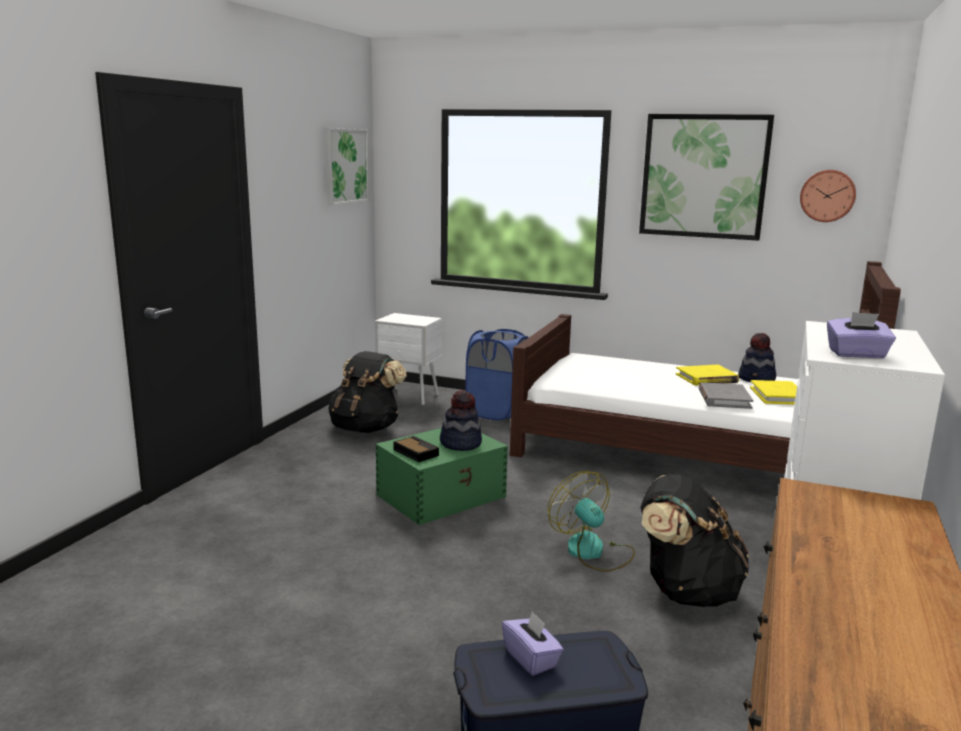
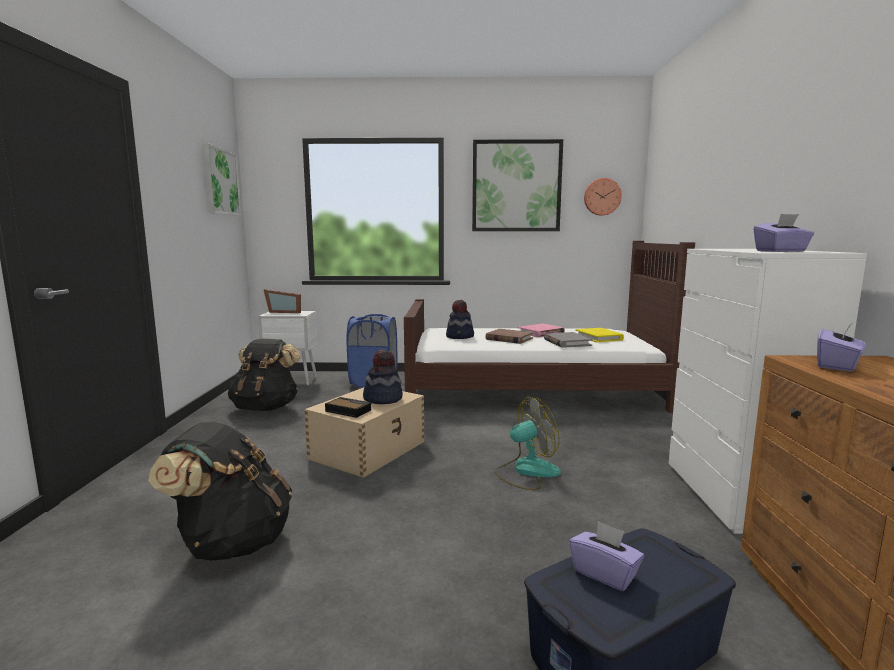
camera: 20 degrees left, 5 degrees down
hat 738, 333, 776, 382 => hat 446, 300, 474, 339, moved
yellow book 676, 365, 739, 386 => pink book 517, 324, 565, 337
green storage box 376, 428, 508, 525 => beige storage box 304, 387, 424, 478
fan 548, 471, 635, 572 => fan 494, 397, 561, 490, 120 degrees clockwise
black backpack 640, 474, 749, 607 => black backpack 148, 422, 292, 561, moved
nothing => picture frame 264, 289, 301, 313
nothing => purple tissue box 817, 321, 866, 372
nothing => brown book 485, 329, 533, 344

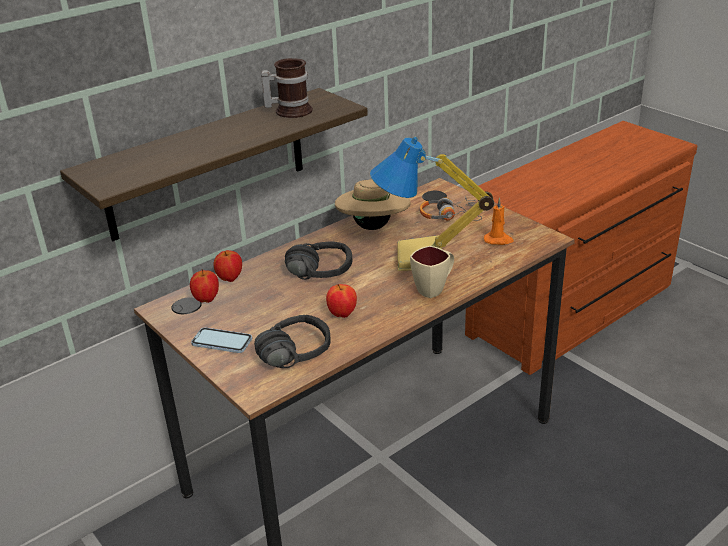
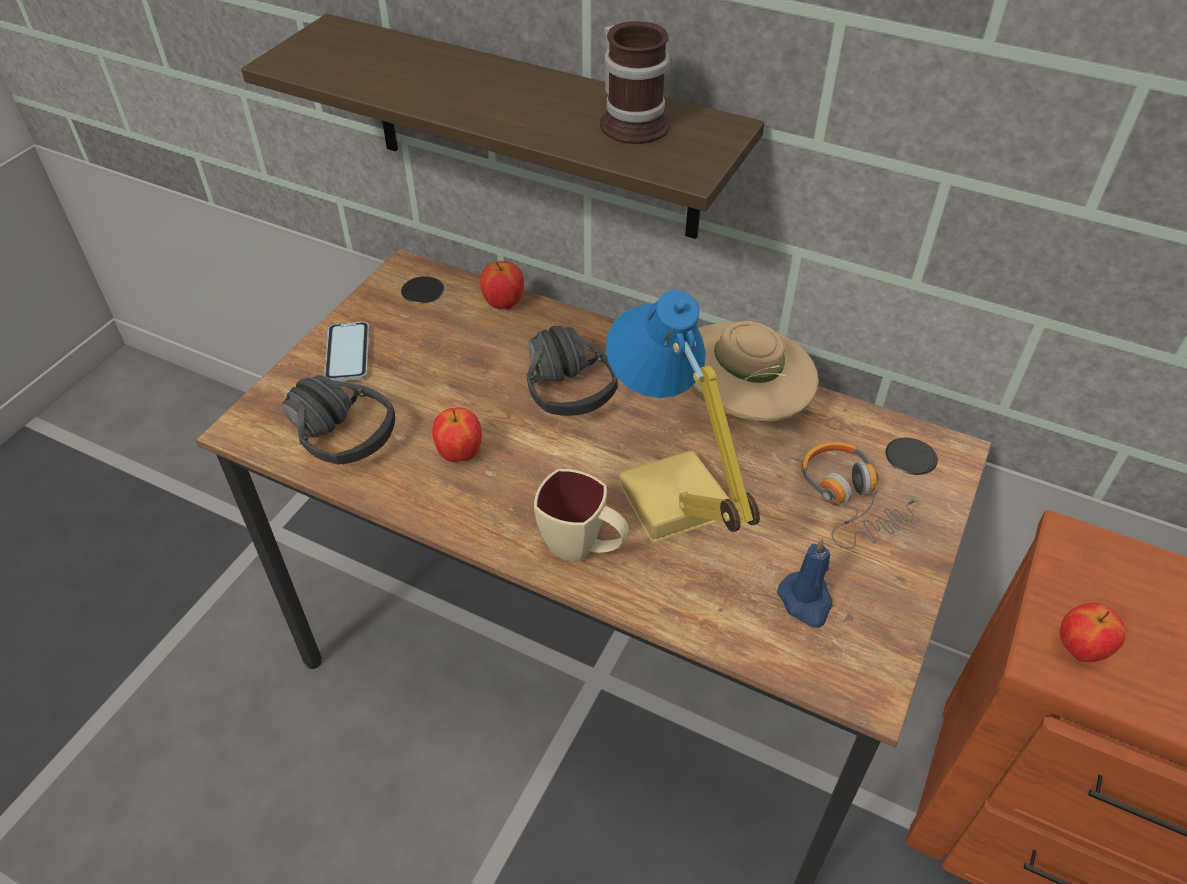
camera: 65 degrees right, 15 degrees up
orange candle 484, 198, 514, 245 => blue candle 777, 538, 833, 628
apple 190, 269, 219, 303 => apple 1060, 603, 1126, 662, moved

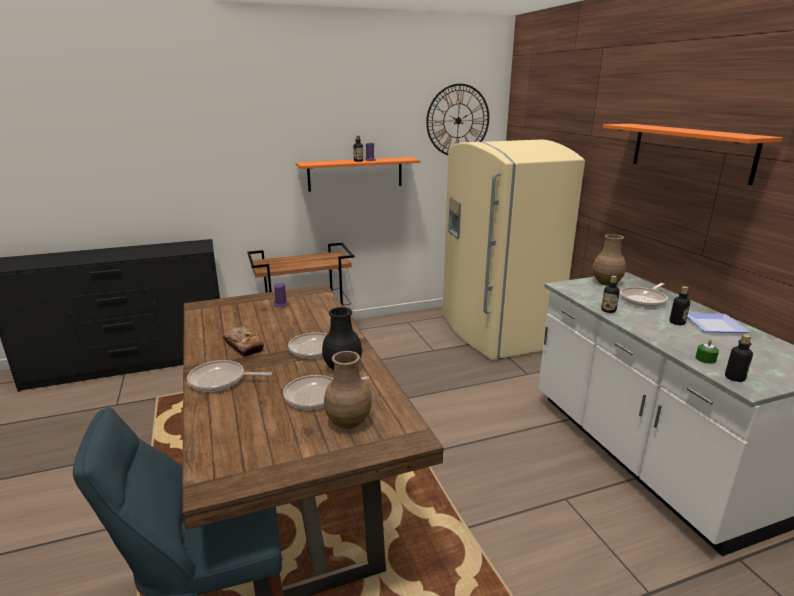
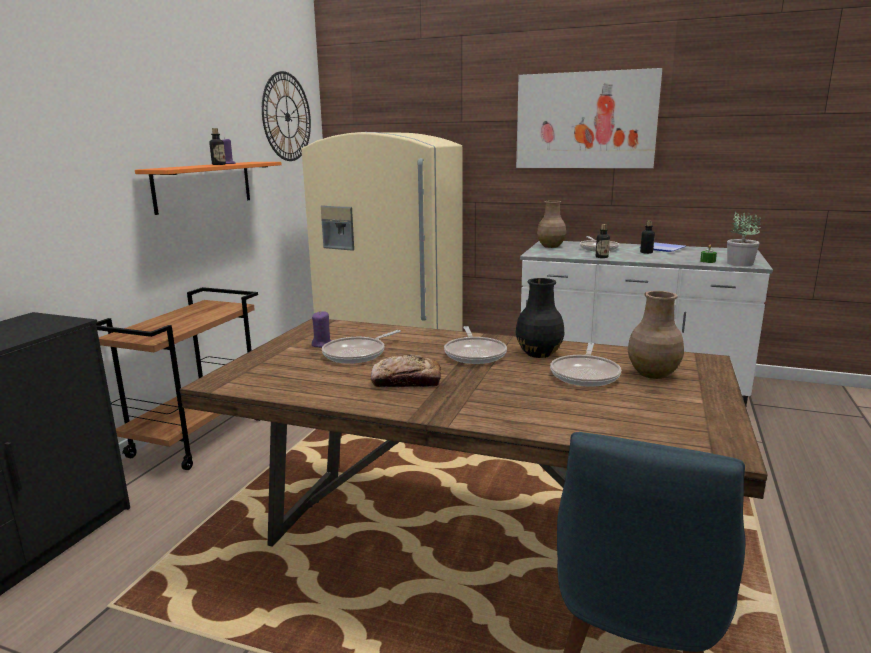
camera: 50 degrees left, 5 degrees down
orange shelf 603, 124, 783, 185 => picture 516, 68, 662, 168
bottle 725, 334, 753, 382 => potted plant 727, 211, 761, 266
frying pan 187, 360, 272, 392 => frying pan 322, 330, 401, 364, moved

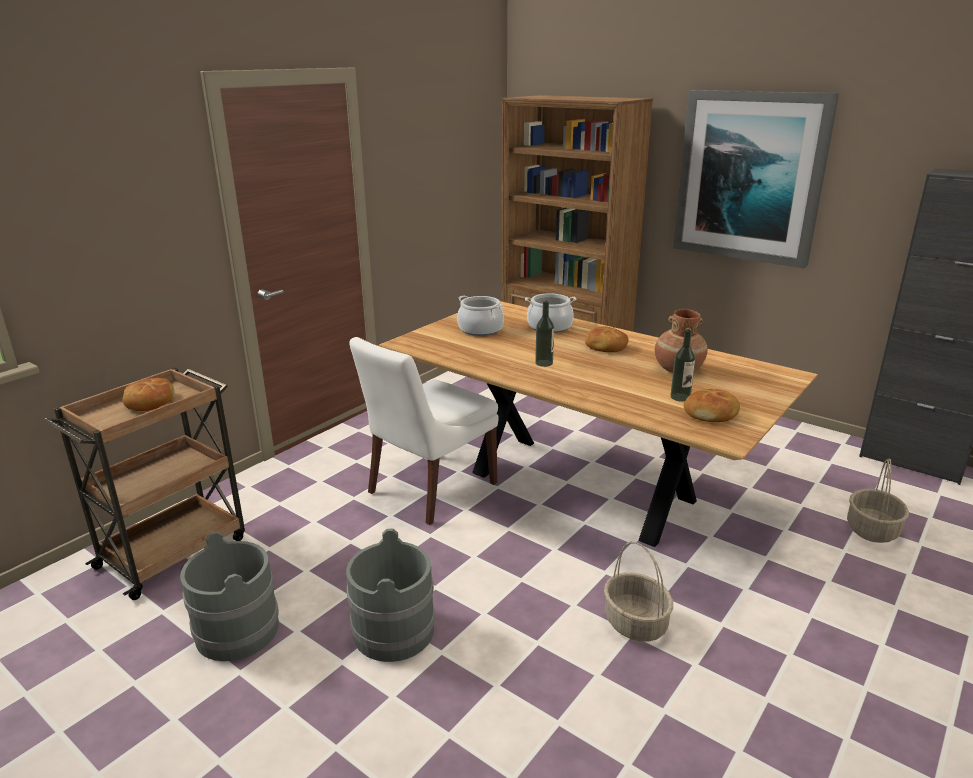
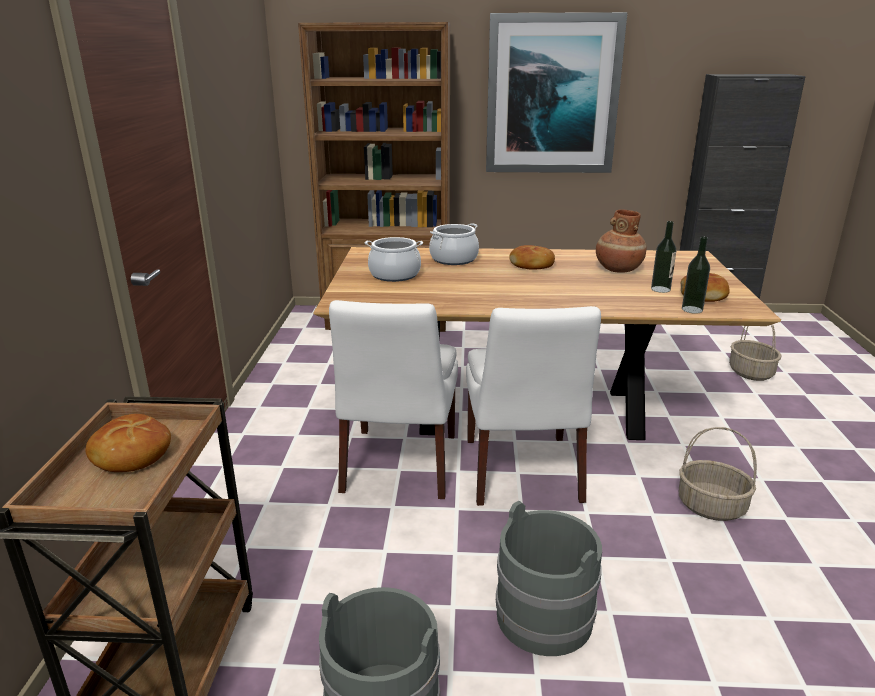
camera: 35 degrees left, 0 degrees up
bottle 535, 301, 554, 367 => bottle 682, 236, 710, 314, moved
nothing => white chair 466, 306, 601, 506

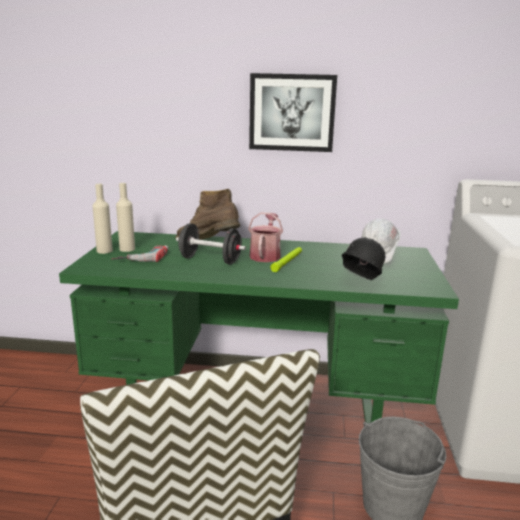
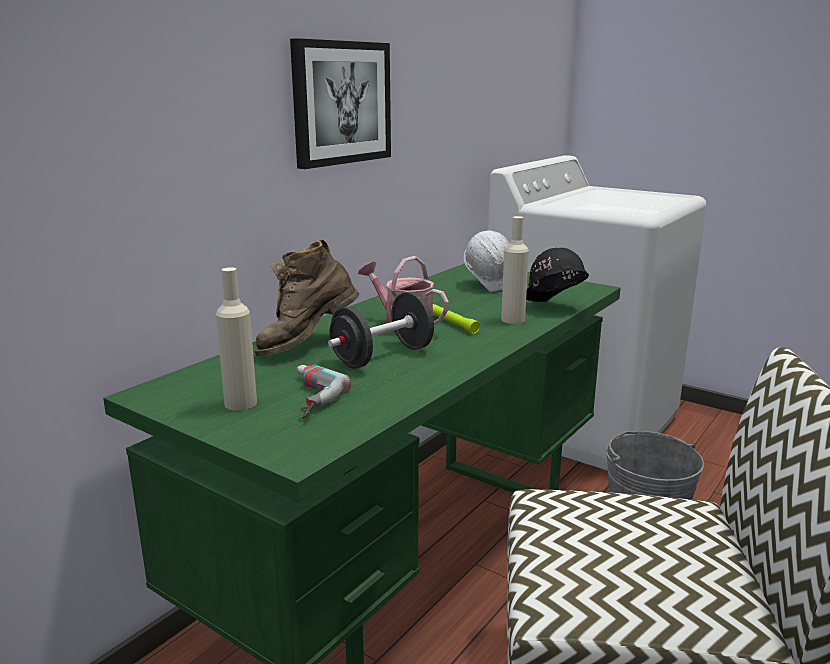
camera: 60 degrees left, 0 degrees up
beige bottle 92, 184, 113, 254 => beige bottle 501, 216, 529, 324, moved

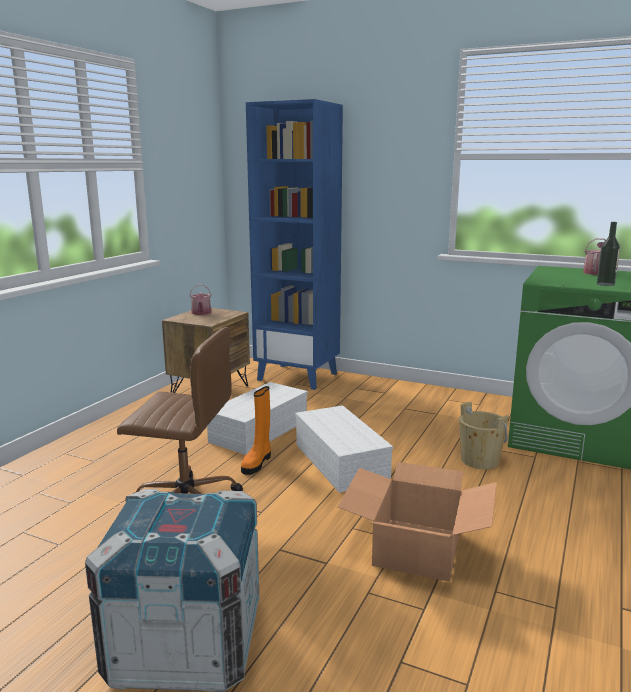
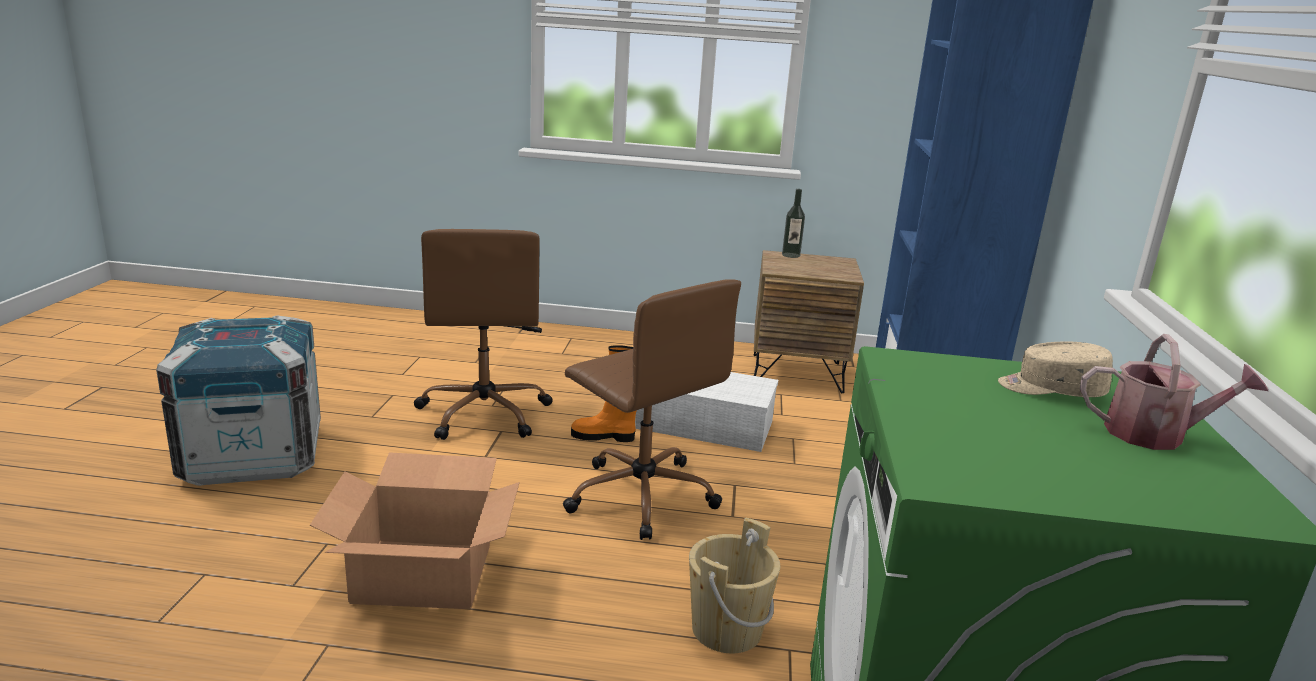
camera: 70 degrees right, 5 degrees up
bottle 597, 222, 620, 286 => bottle 782, 189, 805, 258, moved
watering can 190, 285, 211, 315 => nothing
white storage box 295, 405, 393, 493 => brown office chair 563, 279, 741, 540
nothing => beige cap 998, 341, 1113, 397

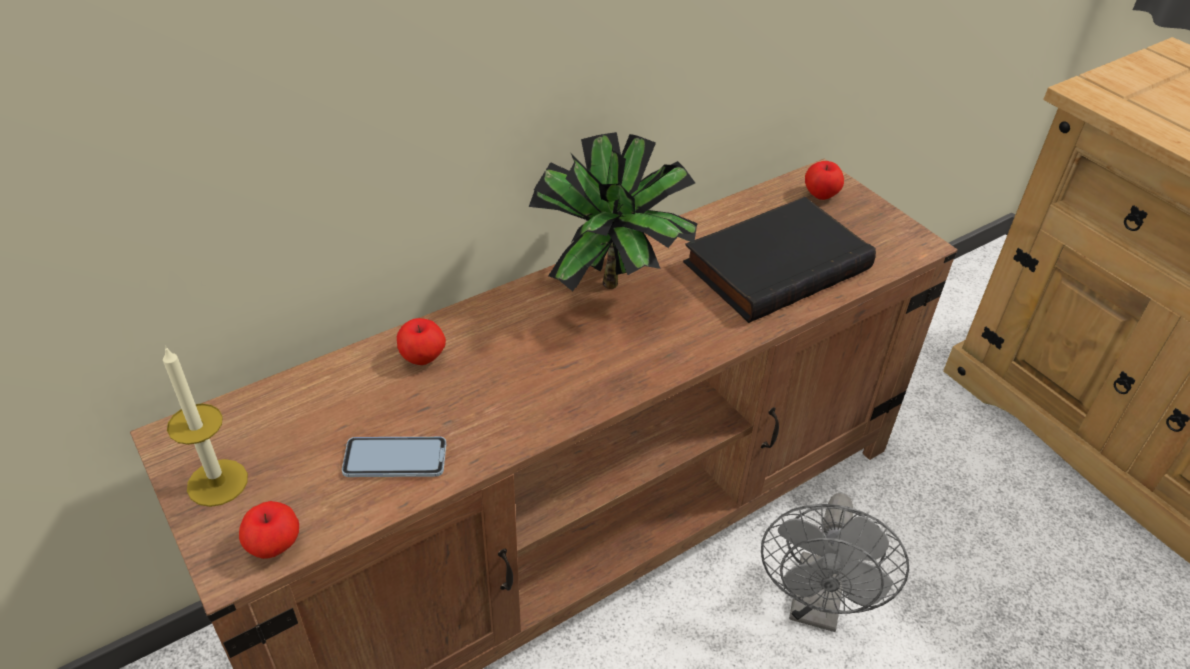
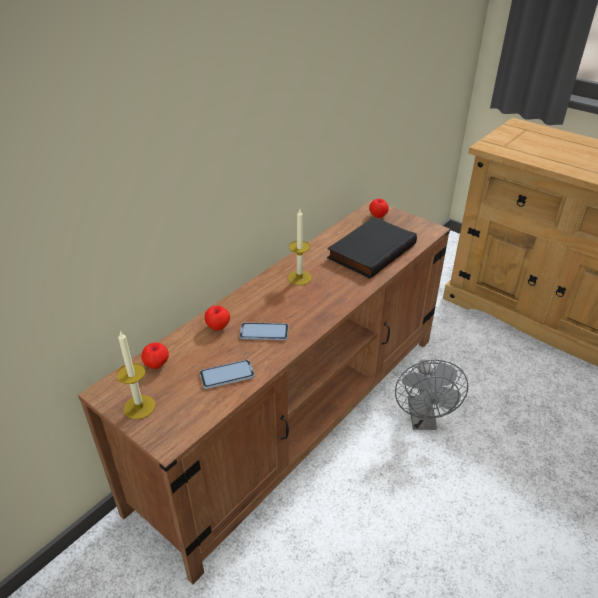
camera: 15 degrees left, 5 degrees down
potted plant 529, 132, 698, 292 => candle 288, 209, 312, 285
apple 239, 501, 299, 559 => apple 141, 342, 169, 369, moved
nothing => phone 239, 322, 289, 340

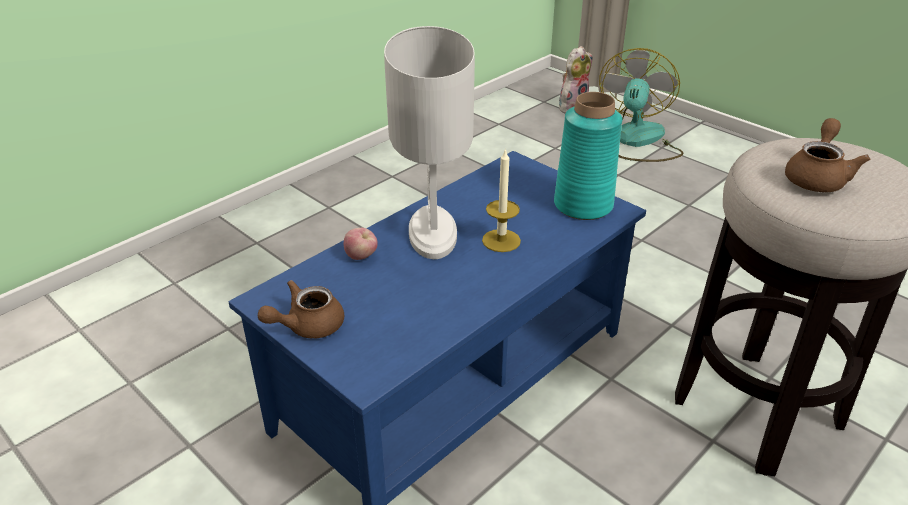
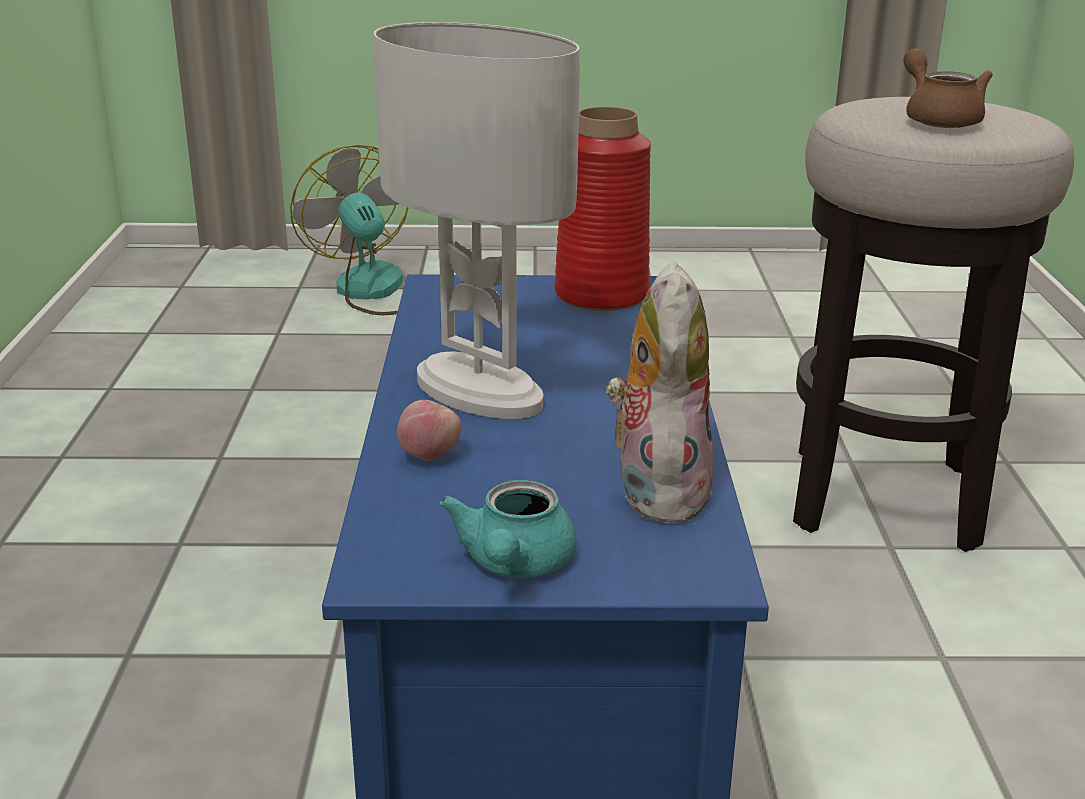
camera: 45 degrees left, 10 degrees down
plush toy 559, 46, 593, 113 => plush toy 606, 261, 713, 524, moved
turquoise vase 554, 92, 622, 220 => red vase 555, 107, 651, 311
candle 482, 148, 521, 252 => nothing
brown teapot 258, 280, 344, 339 => turquoise teapot 440, 480, 577, 577

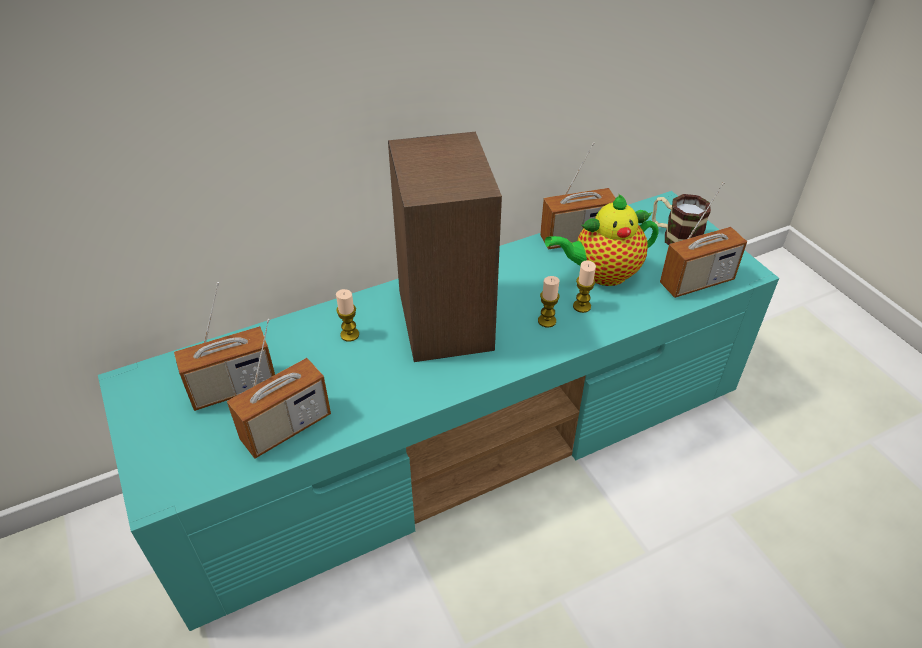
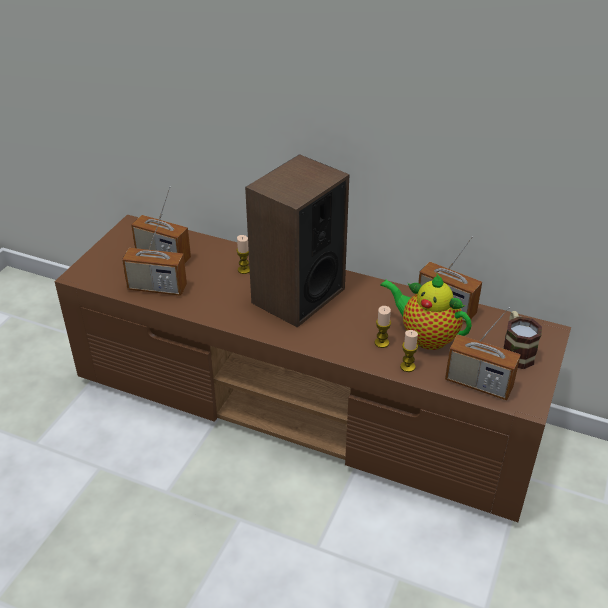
camera: 50 degrees right, 5 degrees down
turquoise tv stand 98, 191, 779, 631 => brown tv stand 54, 215, 571, 522
candle 538, 276, 560, 328 => candle 400, 330, 418, 372, moved

